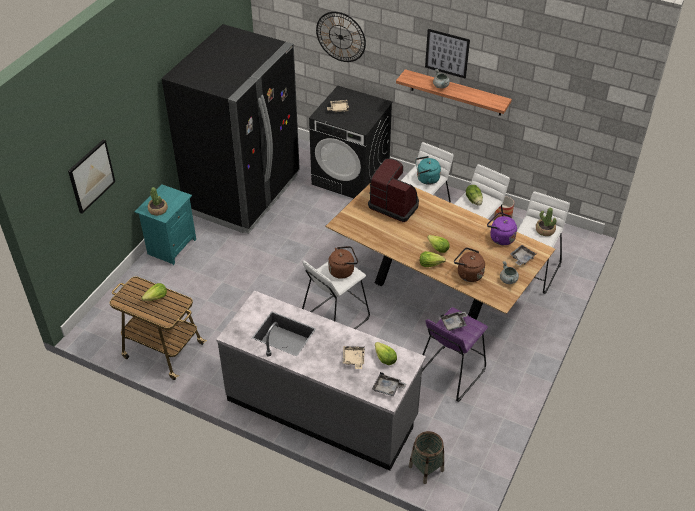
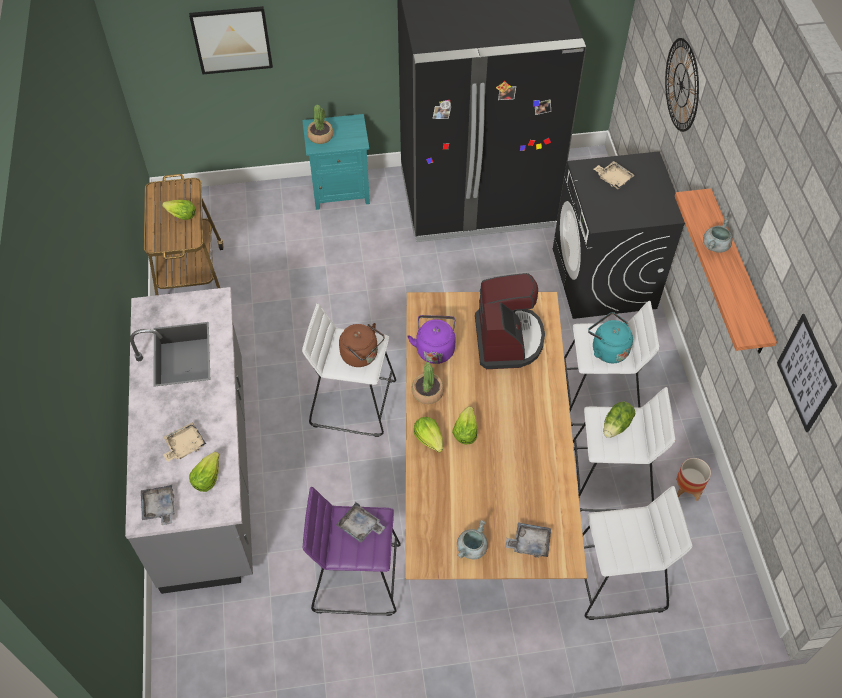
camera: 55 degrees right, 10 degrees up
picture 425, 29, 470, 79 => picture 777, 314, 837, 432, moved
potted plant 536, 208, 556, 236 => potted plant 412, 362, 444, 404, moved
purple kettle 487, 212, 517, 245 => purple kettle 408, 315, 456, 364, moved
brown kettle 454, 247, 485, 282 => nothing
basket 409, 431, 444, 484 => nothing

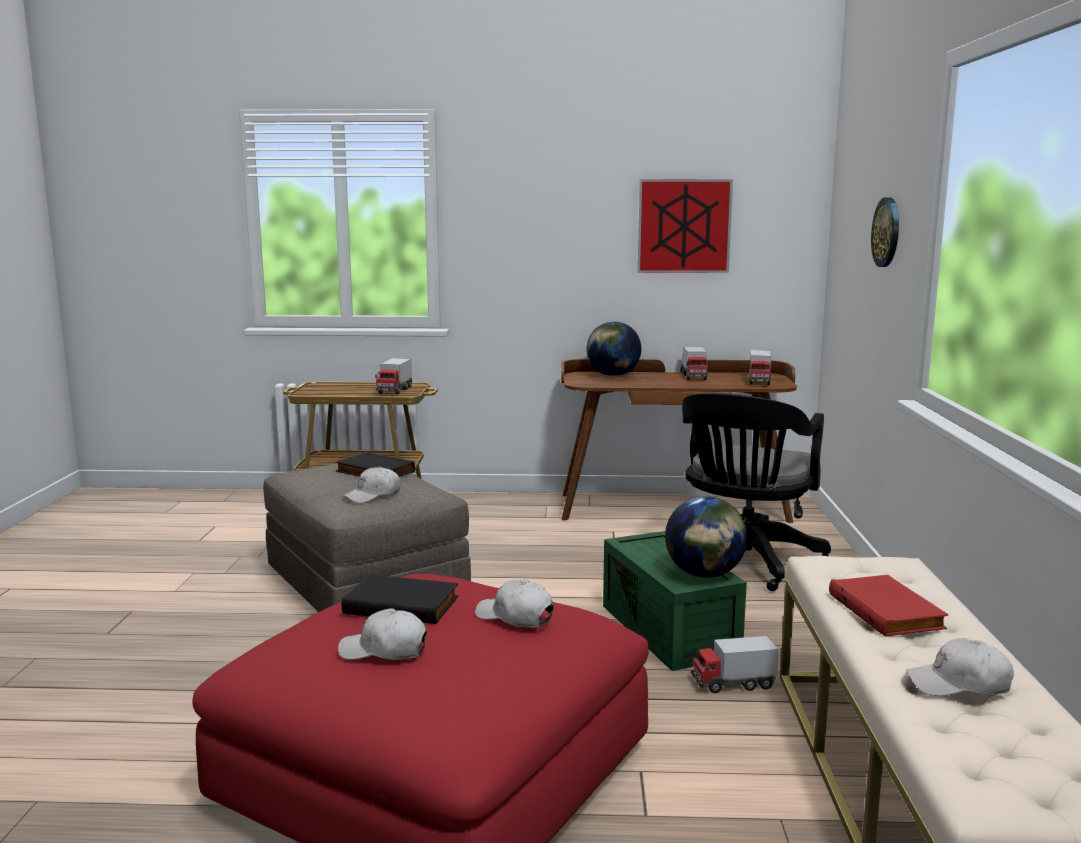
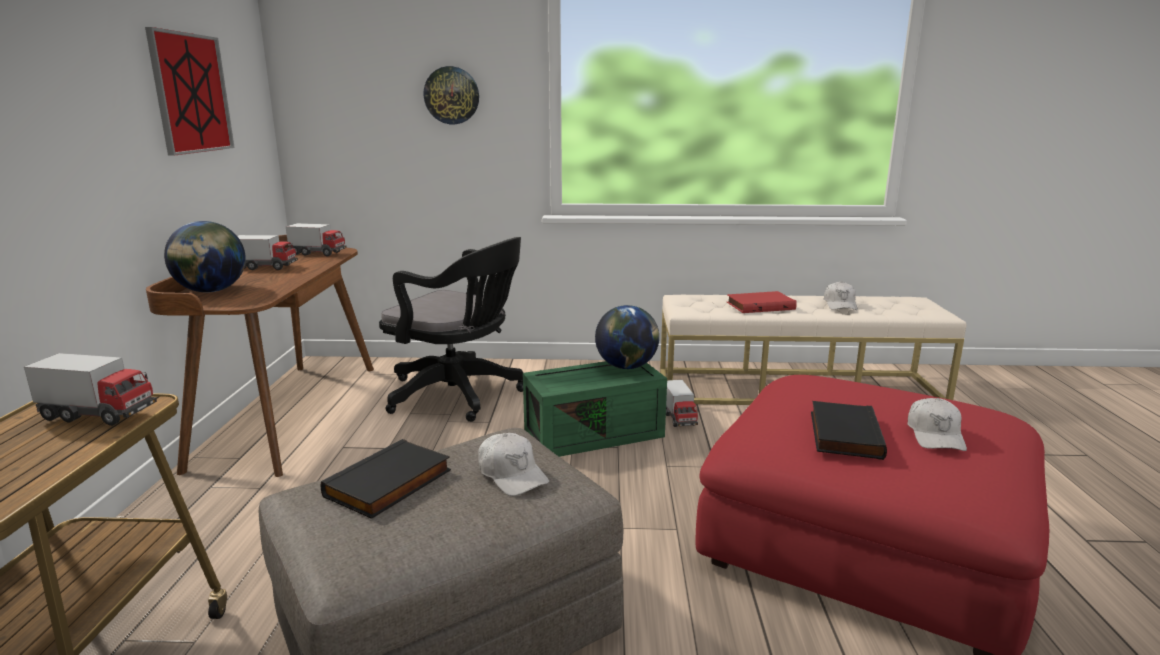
camera: 90 degrees left, 5 degrees up
white cap 475, 579, 554, 628 => nothing

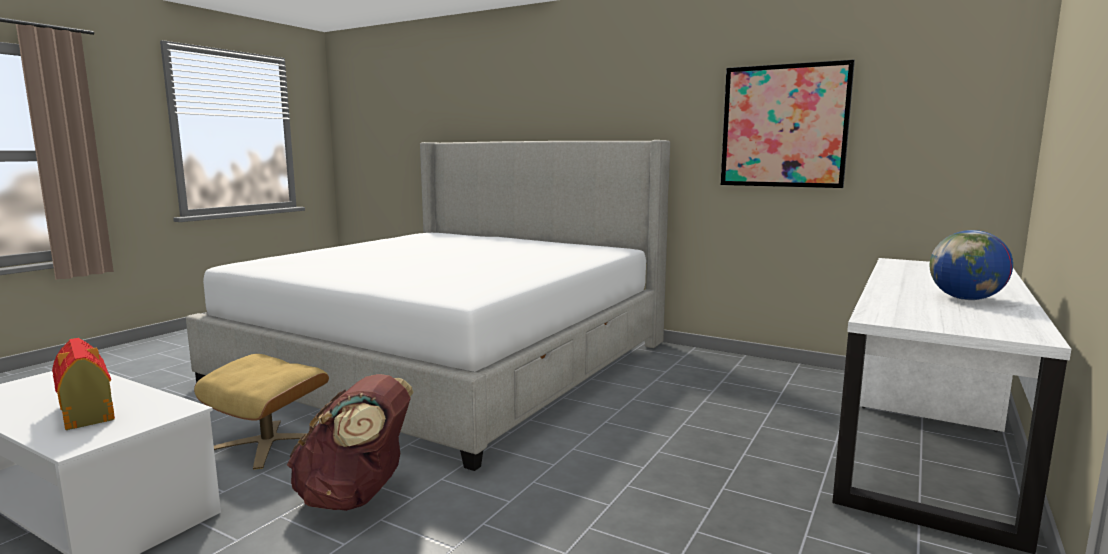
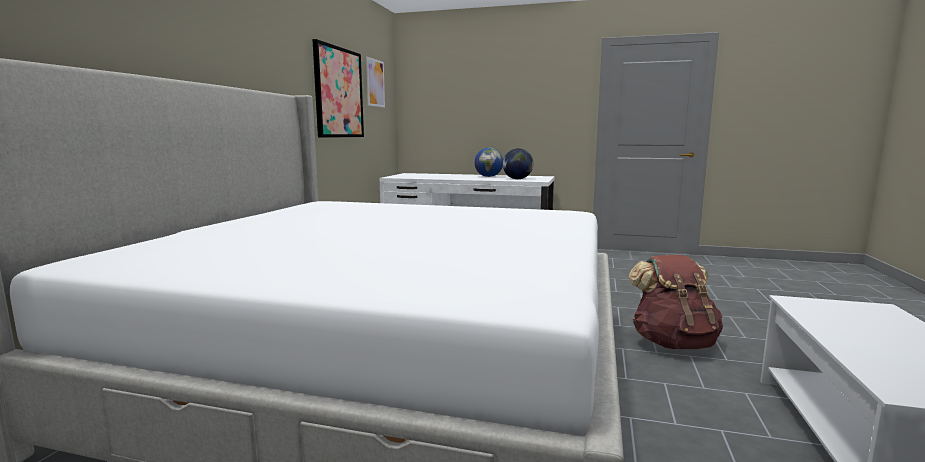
camera: 105 degrees left, 0 degrees up
toy house 52, 338, 115, 430 => nothing
beige ottoman 194, 354, 329, 470 => nothing
nothing => picture 366, 57, 385, 107
nothing => globe 503, 148, 534, 179

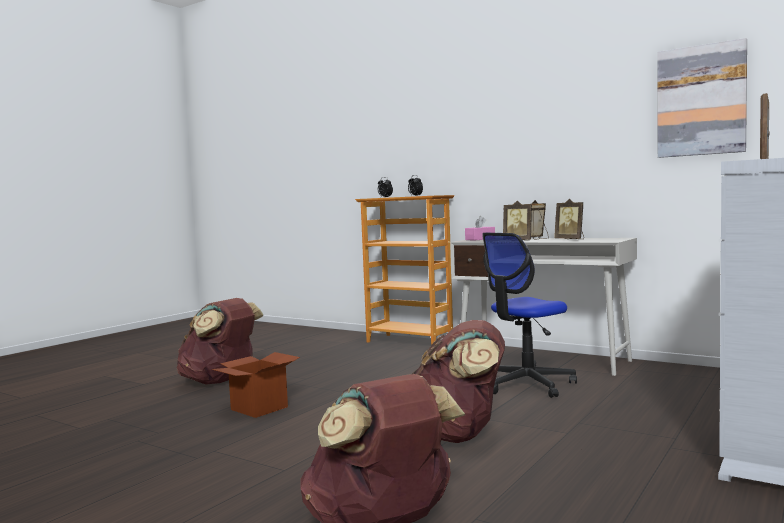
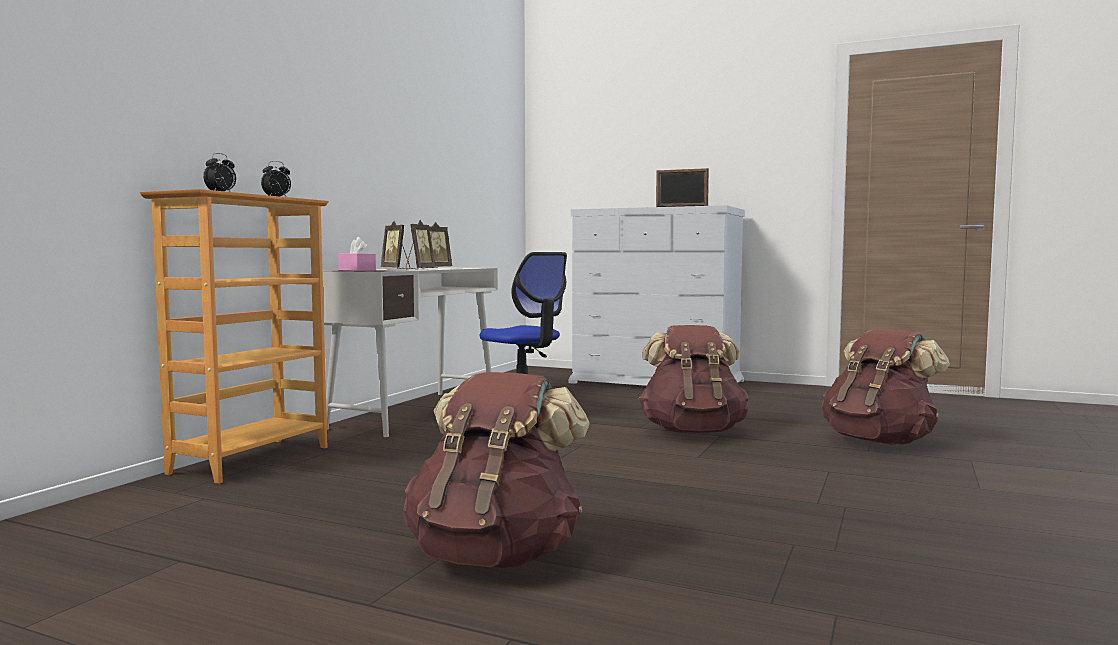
camera: 100 degrees left, 0 degrees up
picture 657, 38, 747, 158 => nothing
cardboard box 211, 352, 300, 418 => nothing

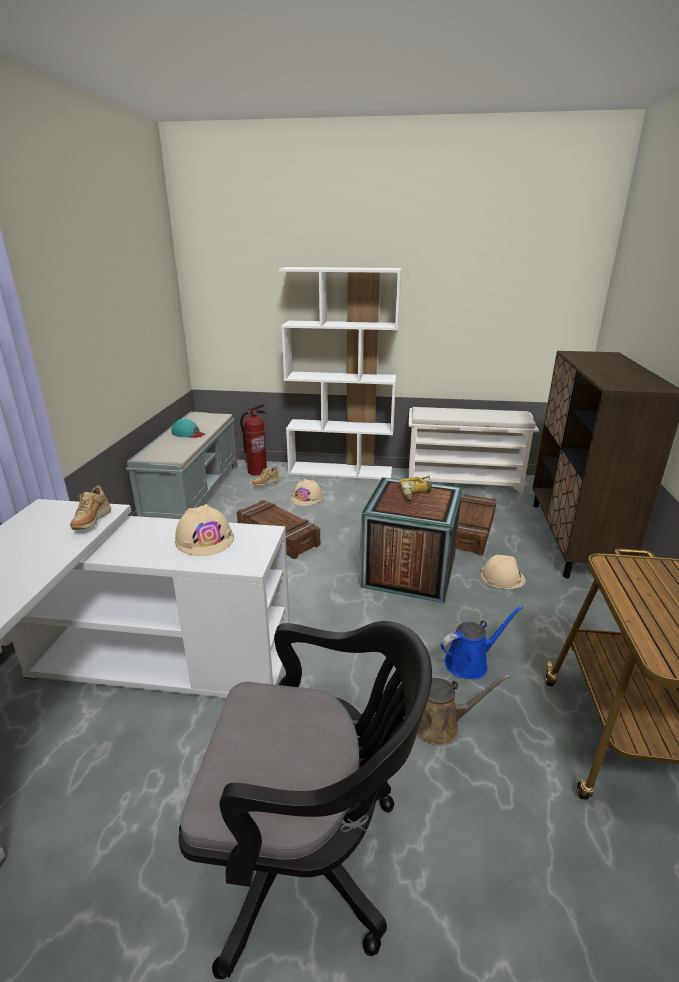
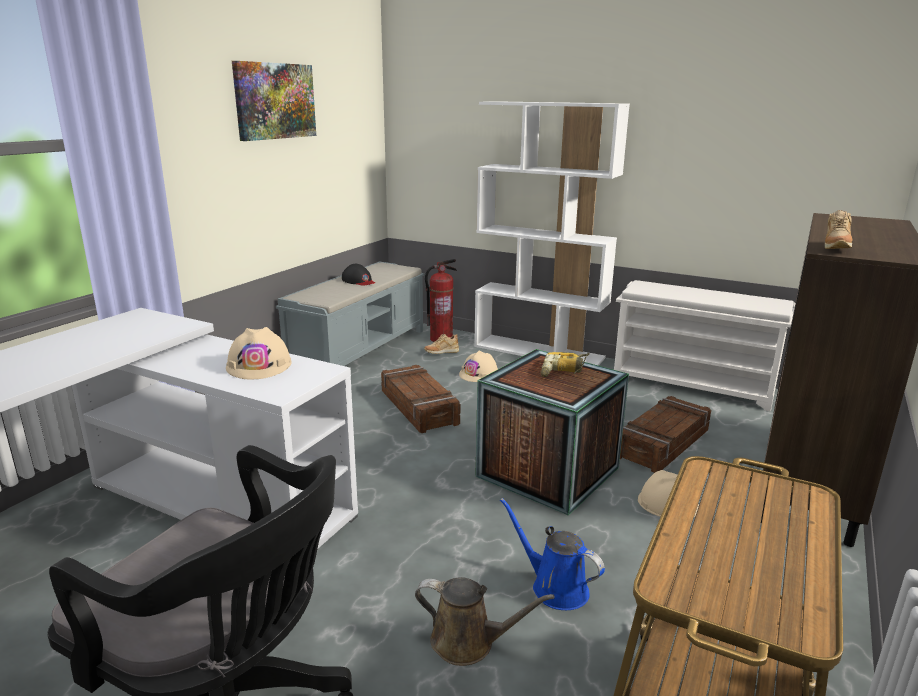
camera: 20 degrees right, 5 degrees down
turquoise cap 171, 418, 205, 438 => black cap 342, 264, 375, 286
beige shoe 70, 485, 111, 530 => beige shoe 825, 210, 853, 249, moved
blue watering can 441, 606, 523, 680 => blue watering can 500, 498, 605, 610, 135 degrees counterclockwise
nothing => picture 232, 61, 316, 141

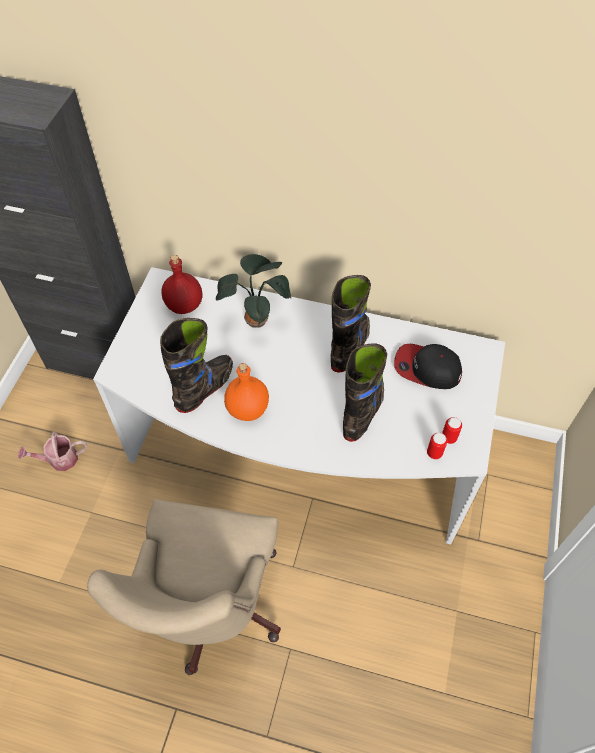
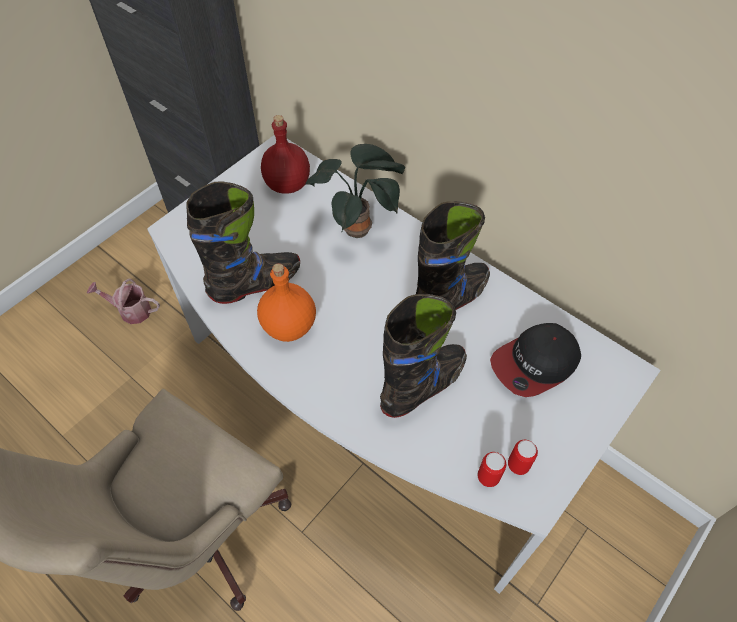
camera: 25 degrees right, 0 degrees up
cap 394, 344, 462, 389 => cap 490, 323, 581, 397, 75 degrees counterclockwise

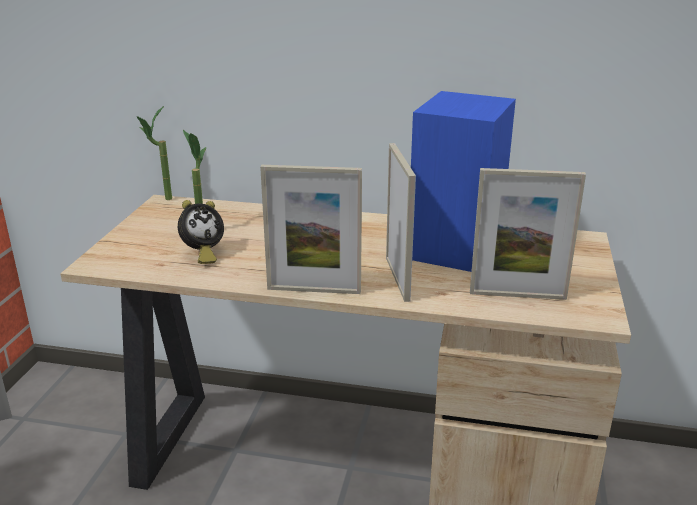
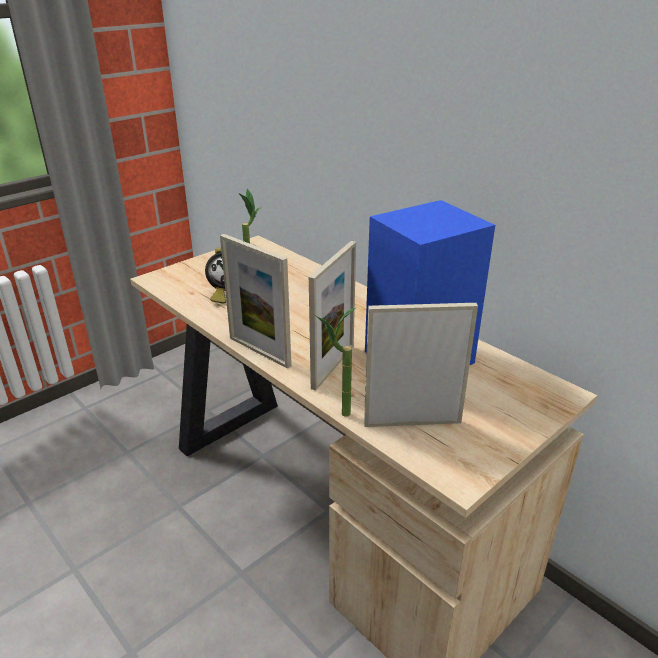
camera: 35 degrees right, 5 degrees up
potted plant 137, 106, 172, 200 => potted plant 315, 307, 357, 417, moved
picture frame 470, 168, 586, 300 => picture frame 364, 303, 478, 427, 135 degrees clockwise

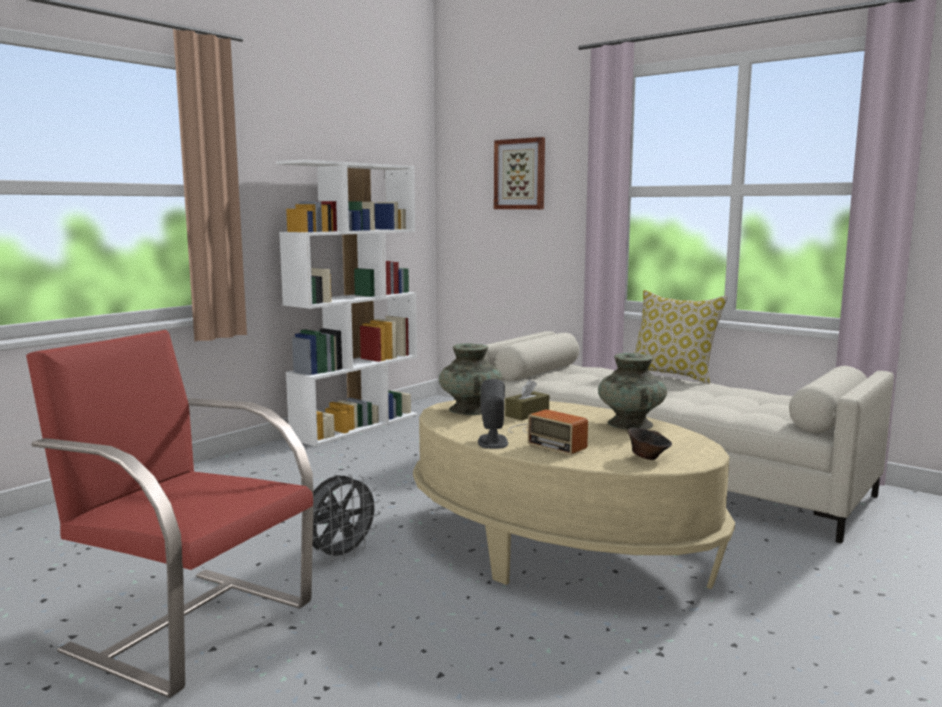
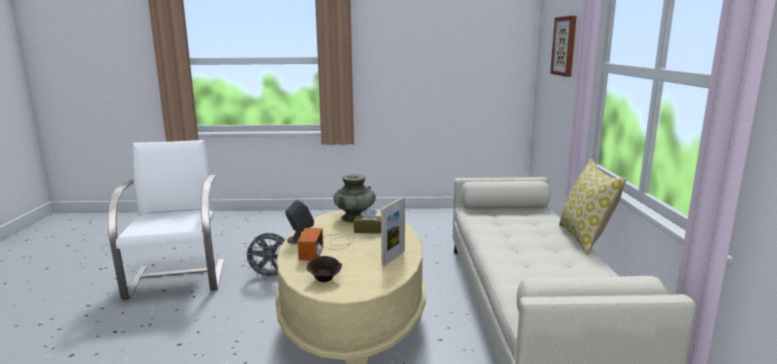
camera: 50 degrees right, 5 degrees up
white bookcase 276, 159, 418, 447 => nothing
red armchair 26, 330, 314, 698 => white armchair 108, 140, 224, 300
turquoise vase 598, 353, 667, 430 => picture frame 381, 197, 405, 266

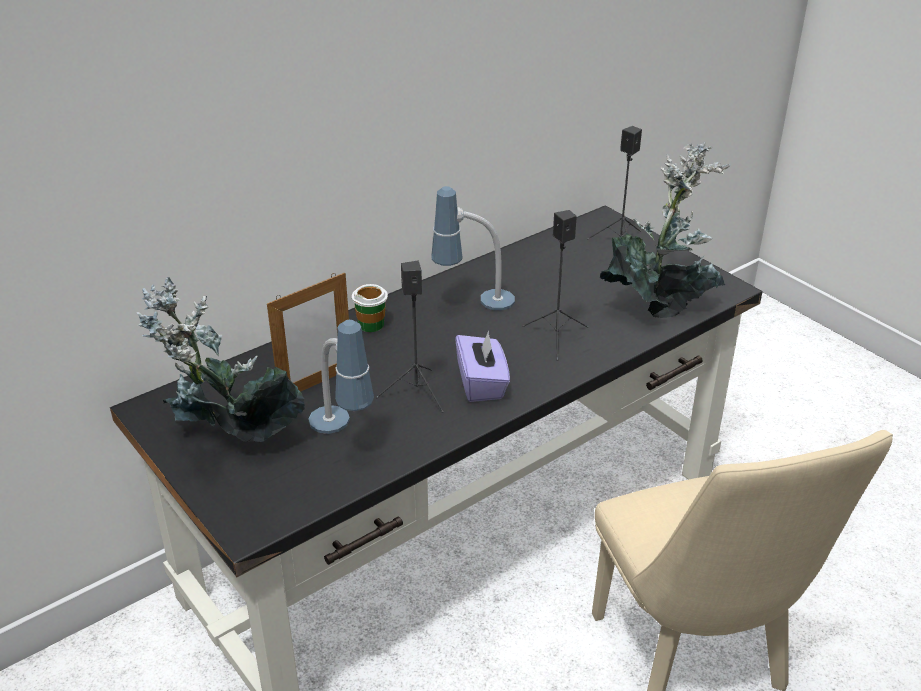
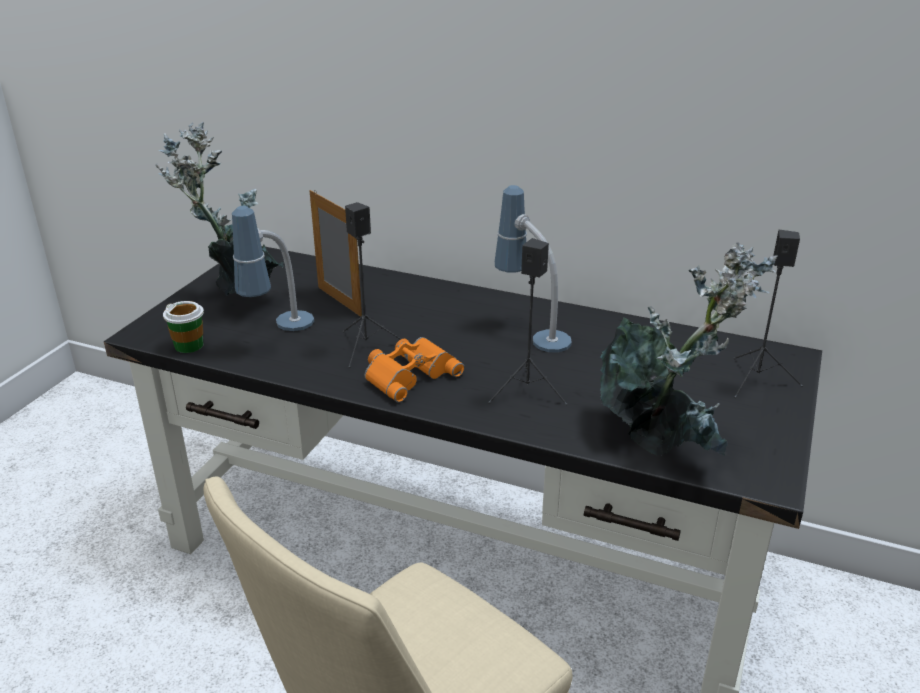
camera: 60 degrees right, 5 degrees down
picture frame 267, 273, 349, 392 => picture frame 309, 190, 362, 317, 150 degrees counterclockwise
cup 352, 284, 388, 332 => cup 163, 301, 204, 353, moved
purple tissue box 455, 331, 510, 402 => orange binoculars 365, 337, 464, 402

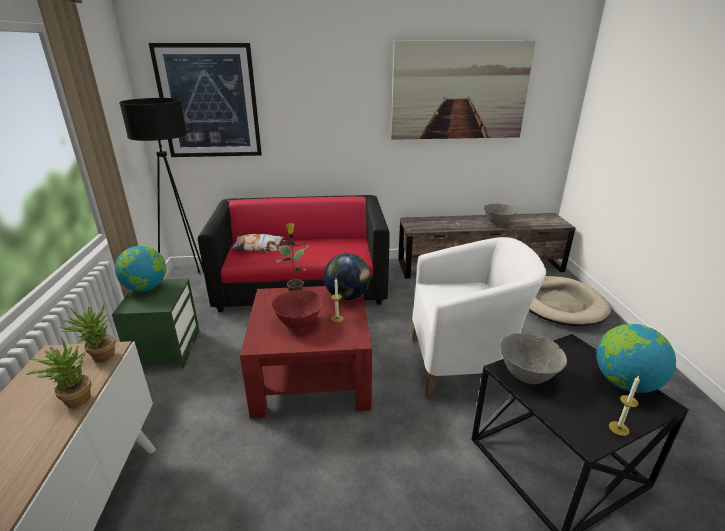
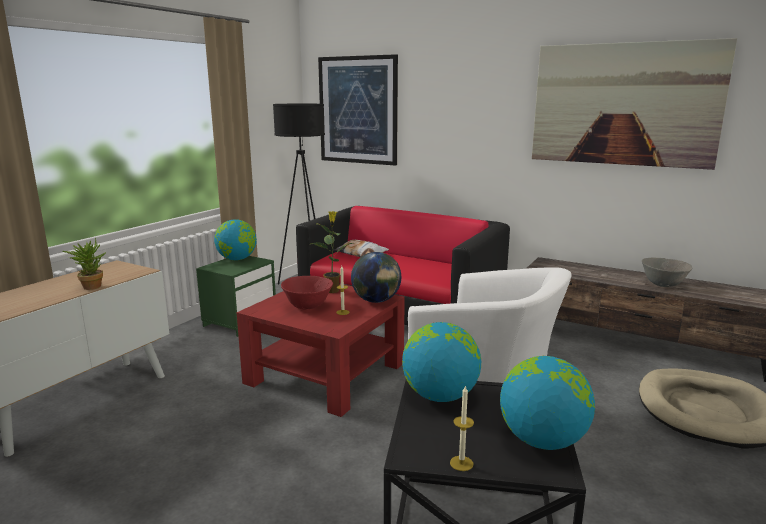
camera: 35 degrees right, 10 degrees down
potted plant 60, 303, 116, 362 => nothing
grey bowl 500, 333, 567, 384 => globe 402, 322, 481, 402

